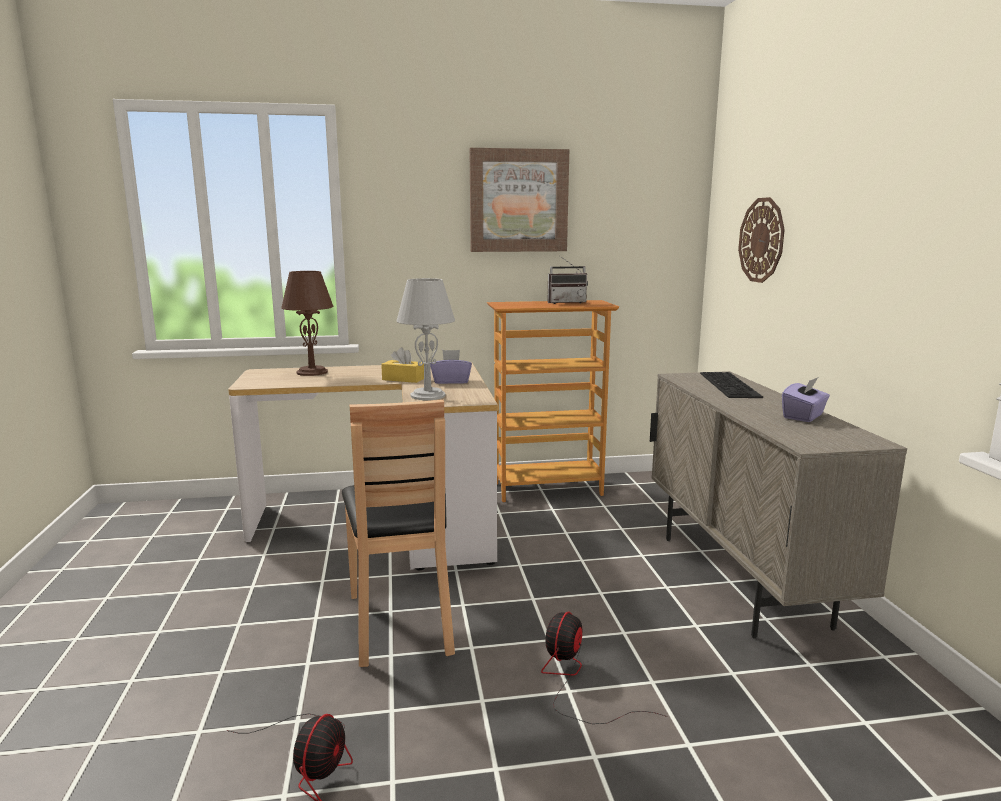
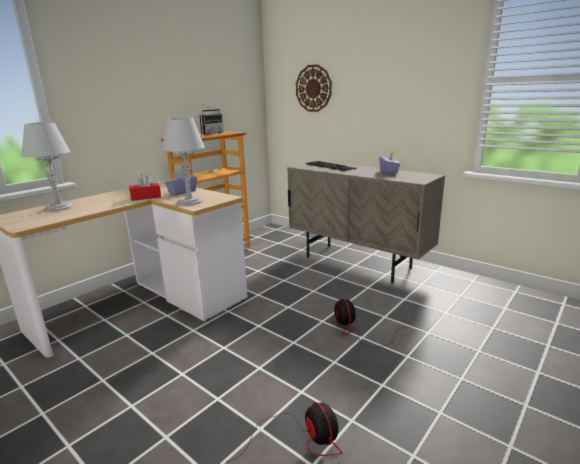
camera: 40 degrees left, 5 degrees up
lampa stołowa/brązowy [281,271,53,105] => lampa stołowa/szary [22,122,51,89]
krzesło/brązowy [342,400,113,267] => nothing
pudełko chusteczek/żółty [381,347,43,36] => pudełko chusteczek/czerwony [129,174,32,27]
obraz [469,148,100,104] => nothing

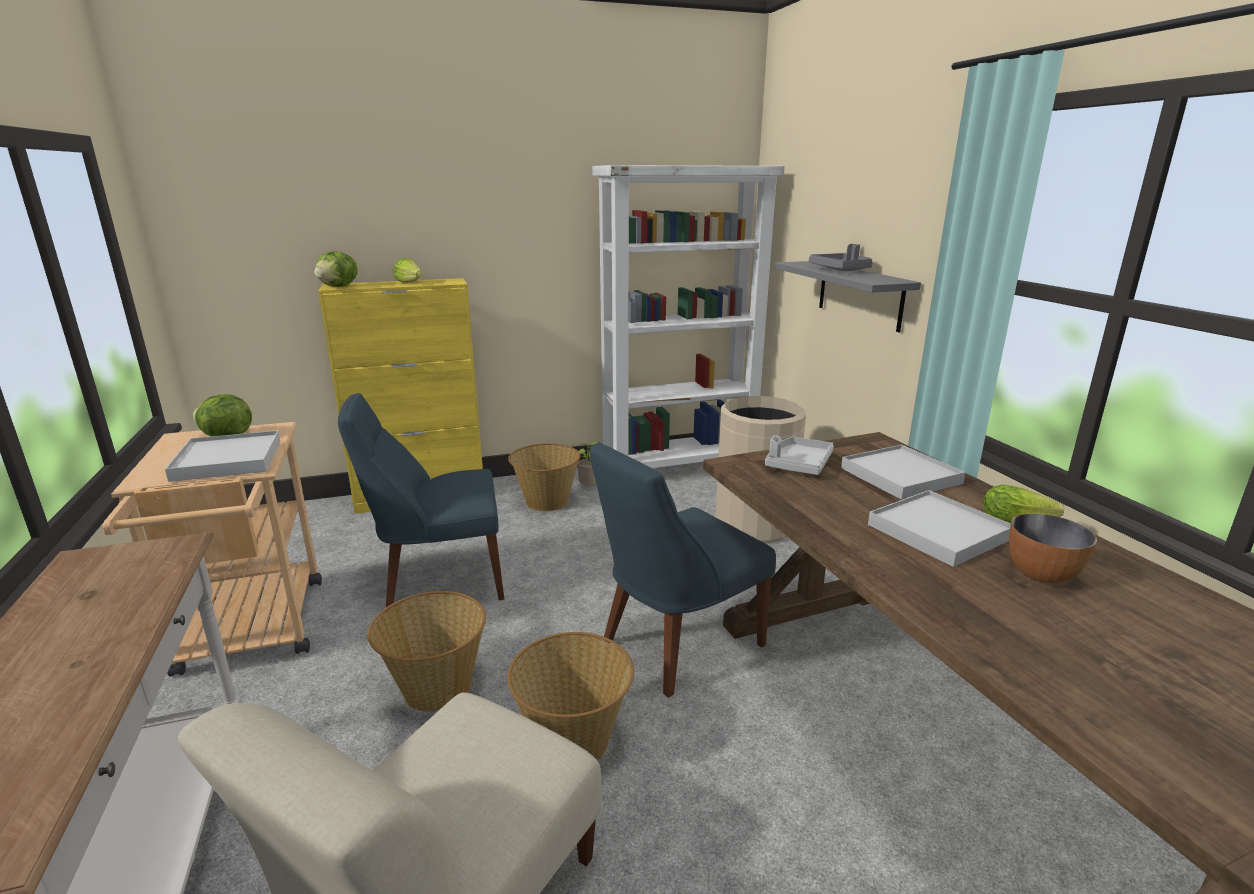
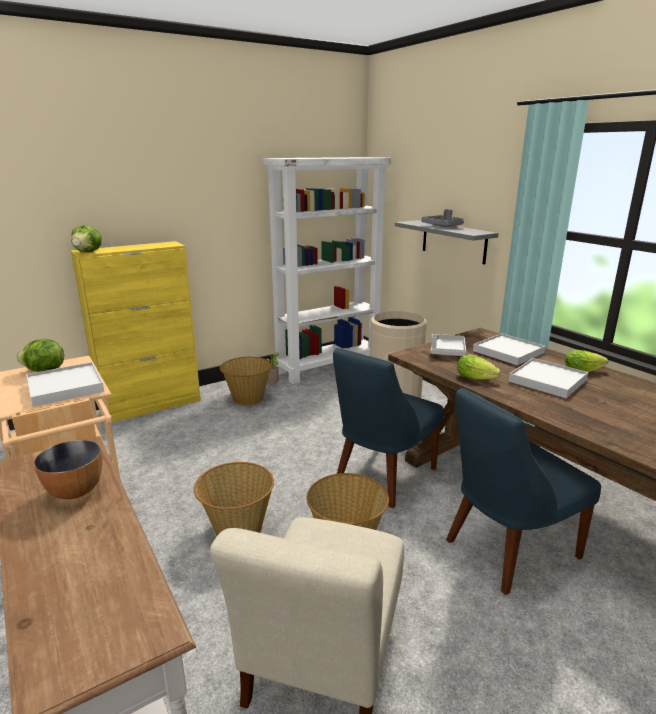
camera: 15 degrees left, 0 degrees up
krzesło/niebieski [338,393,166,219] => krzesło/niebieski [446,388,155,207], relocated
sałata [393,258,29,25] => sałata [457,354,44,26], relocated
miska [1009,513,88,71] => miska [34,440,68,59], relocated

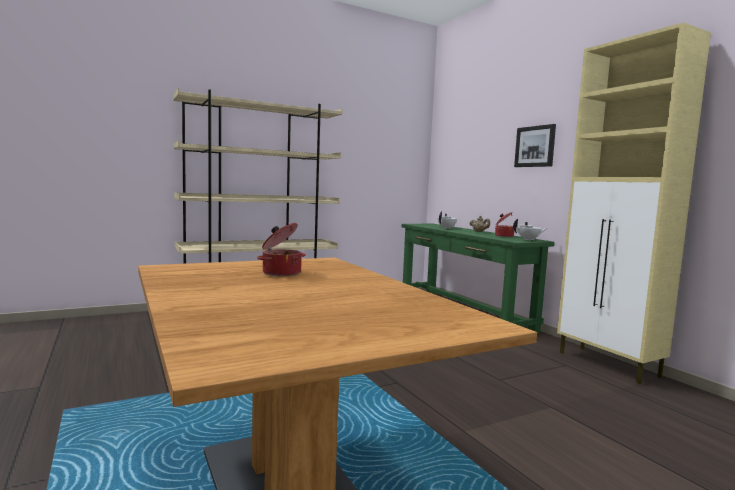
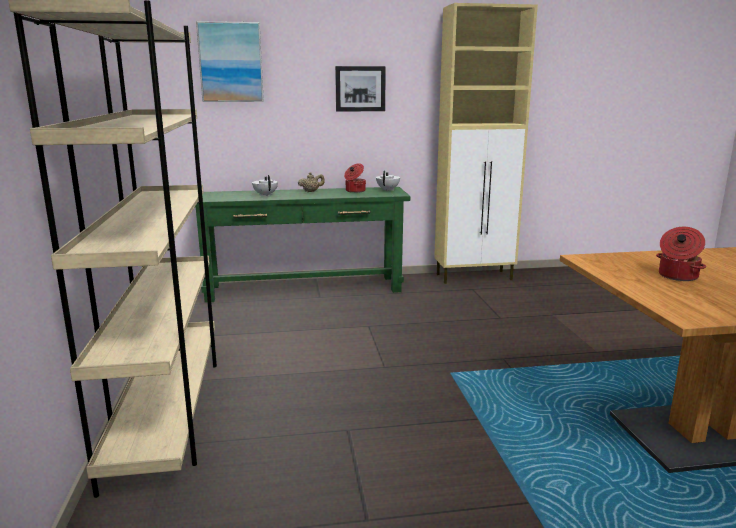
camera: 70 degrees left, 10 degrees up
nothing => obraz [196,21,68,81]

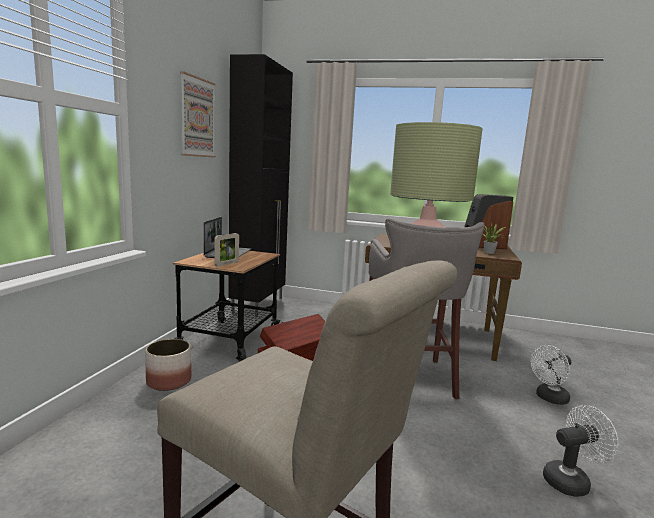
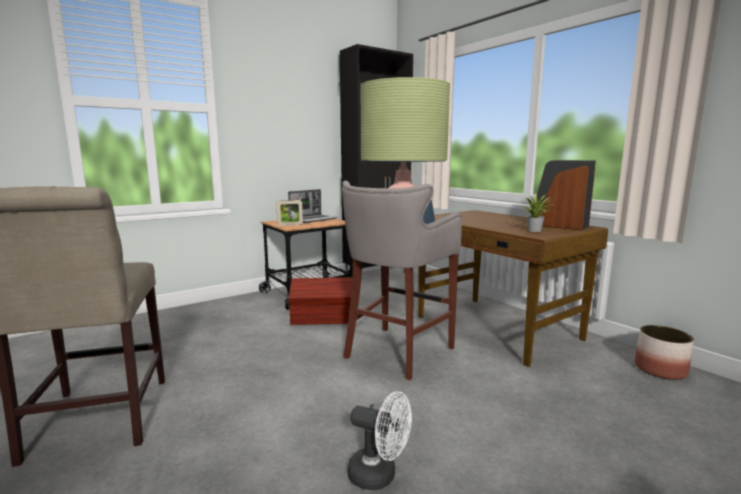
camera: 40 degrees right, 0 degrees up
donica [145,339,46,52] => donica [635,325,59,55], relocated
obraz [180,71,36,87] => nothing
wentylator/biały [531,345,40,60] => nothing

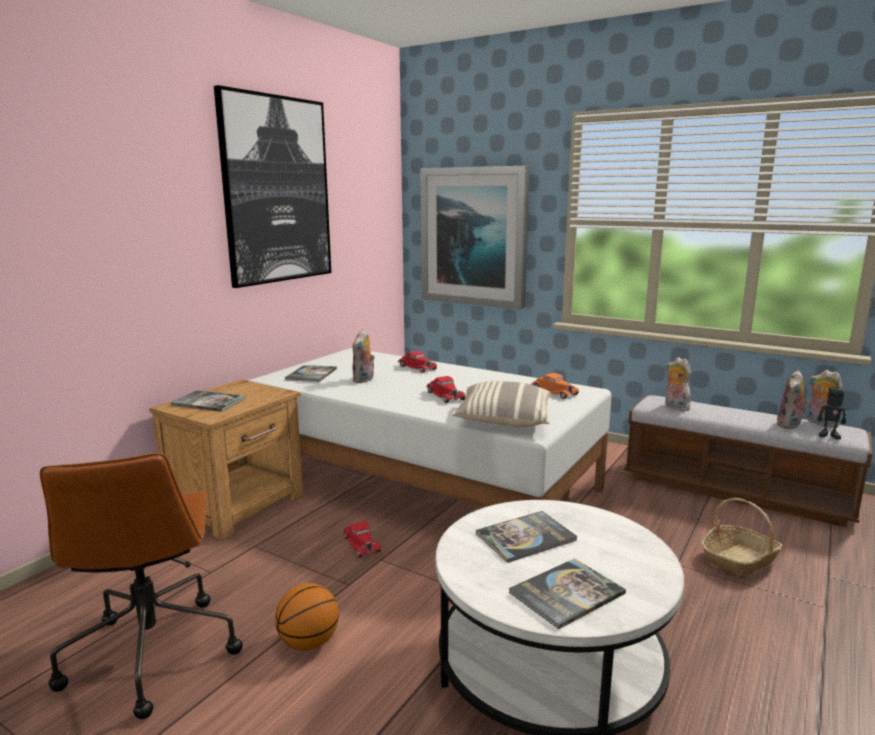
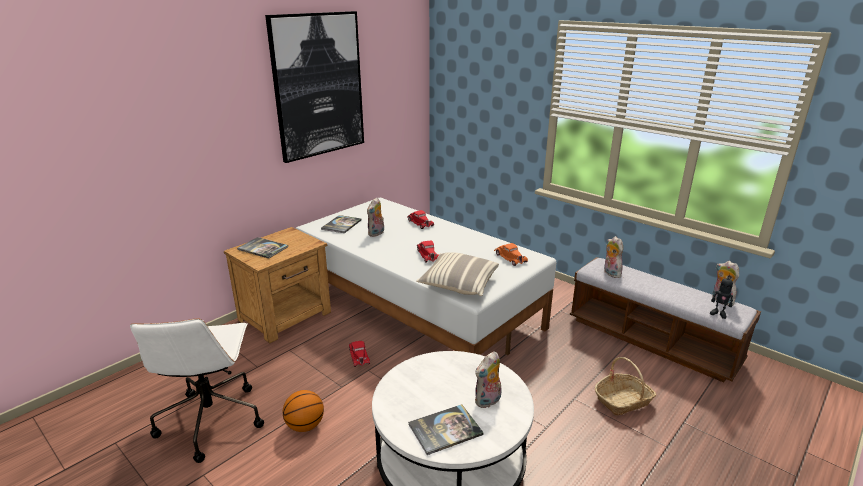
camera: 10 degrees right, 10 degrees up
krzesło biurowe/brązowy [40,453,203,266] => krzesło biurowe/biały [130,319,134,144]
obraz [420,166,110,143] => nothing
książka [476,511,102,52] => nothing
pluszak [776,370,33,59] => pluszak [475,351,26,57], relocated

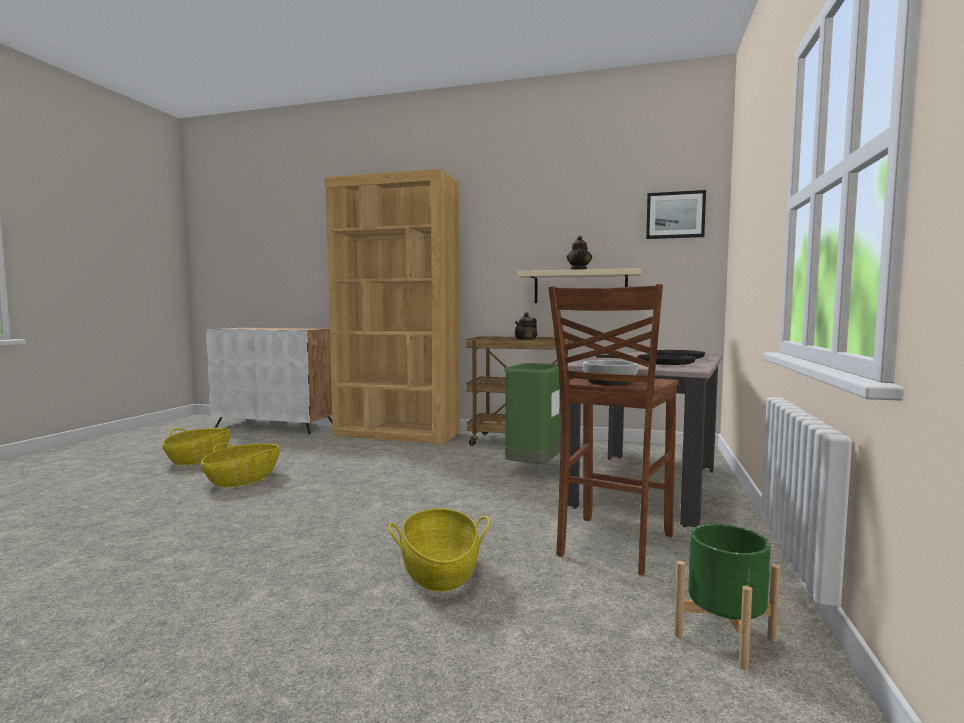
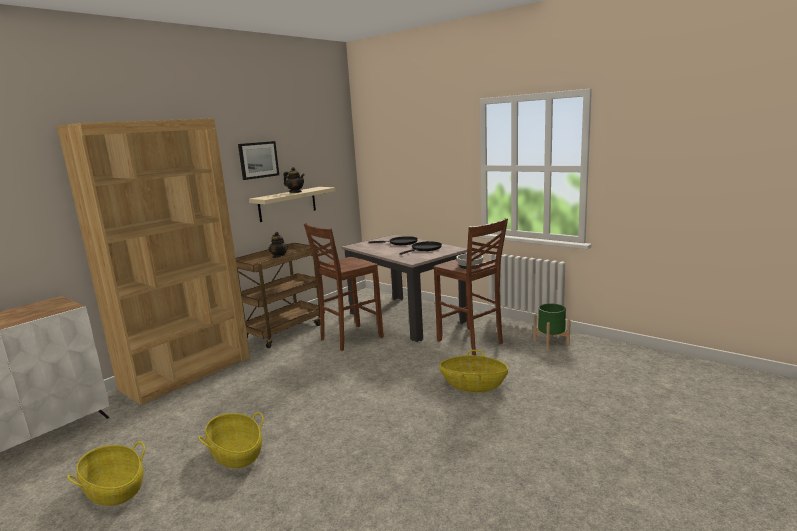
camera: 65 degrees left, 10 degrees up
kosz na śmieci/zielony [504,363,57,101] => stołek/brązowy [304,223,80,128]
obraz [646,190,60,49] => obraz [238,141,41,39], relocated

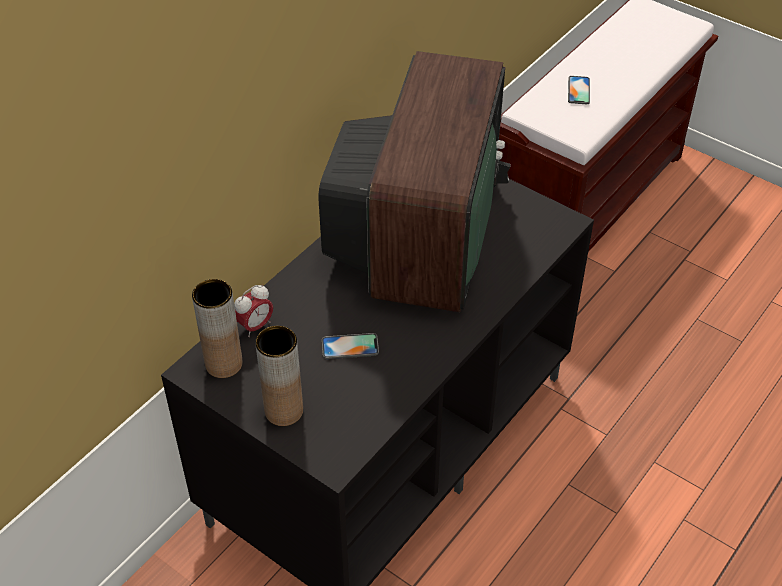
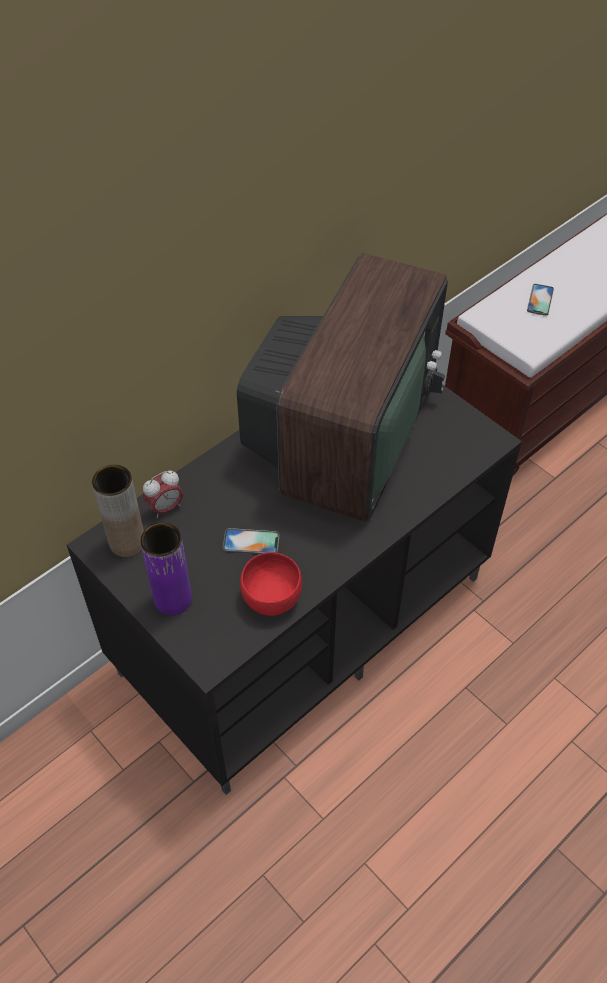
camera: 10 degrees right, 5 degrees up
wazon/brązowy [255,326,48,100] => wazon/fioletowy [140,523,52,93]
nothing => miska/czerwony [240,553,62,63]

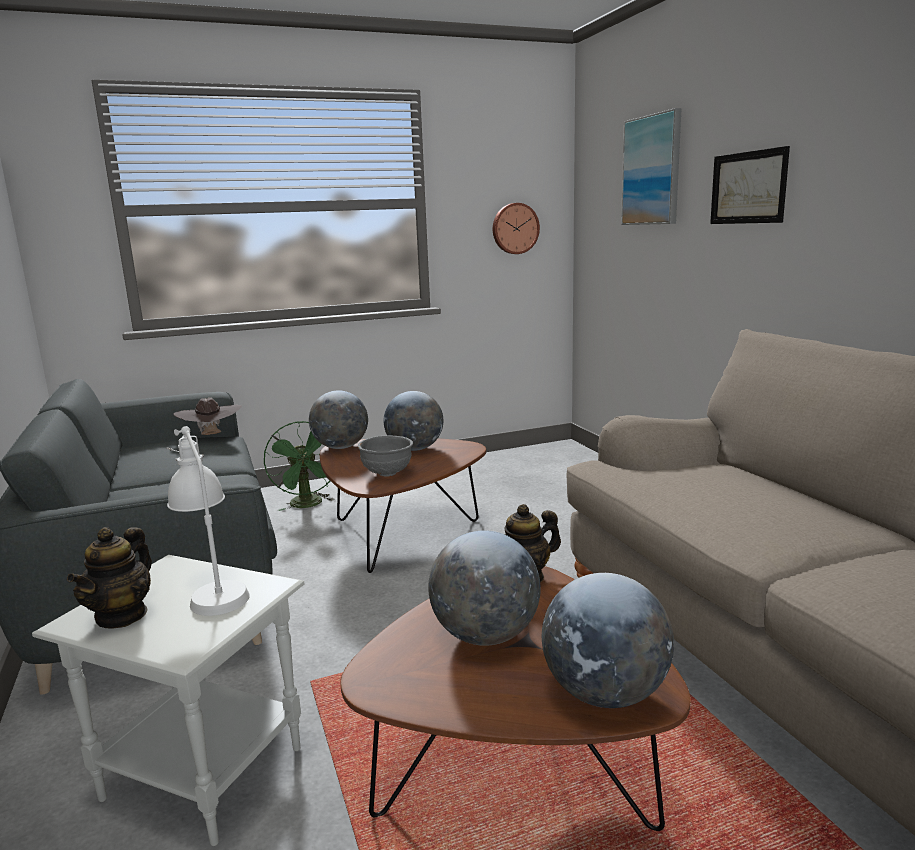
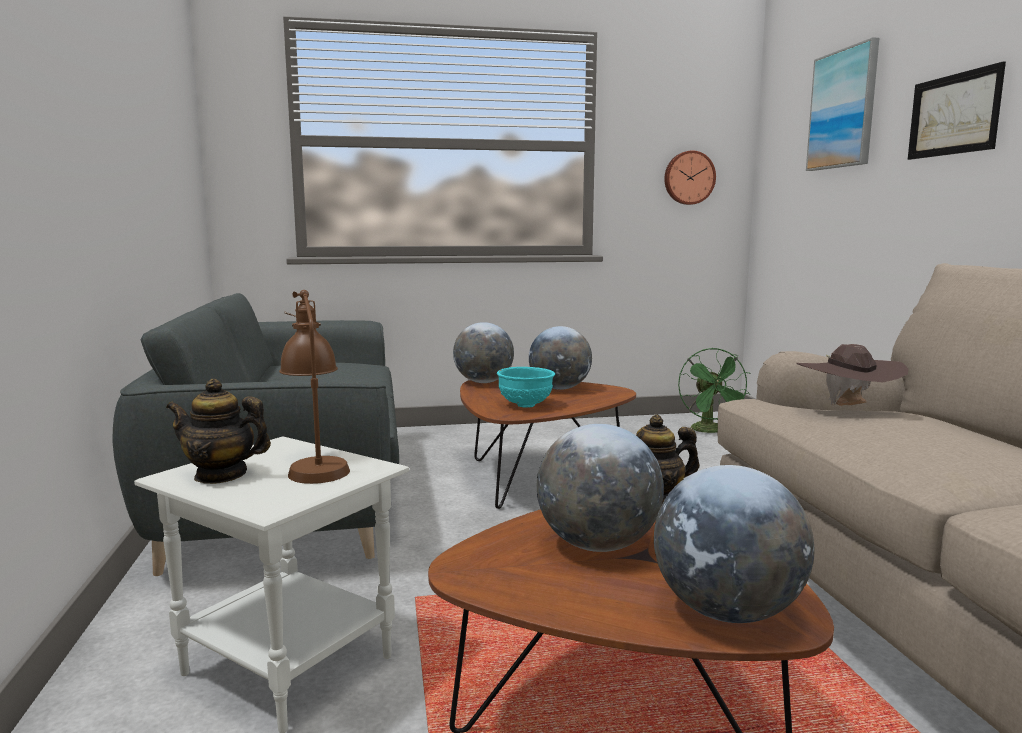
camera: 10 degrees right, 5 degrees down
imbryk [67,527,85,102] => imbryk [166,379,105,105], 75 degrees clockwise
lampa stołowa/biały [166,426,84,190] => lampa stołowa/brązowy [279,290,71,194]
kapelusz/brązowy [173,398,69,37] => kapelusz/brązowy [796,344,112,62], relocated
wentylator/zielony [264,421,71,90] => wentylator/zielony [678,348,72,85], relocated
miska/szary [358,436,55,41] => miska/turkusowy [497,367,58,41]

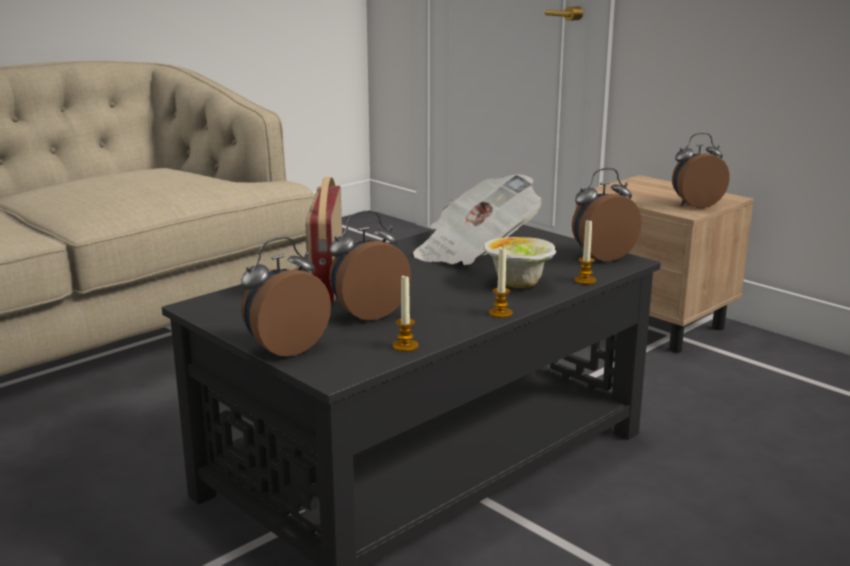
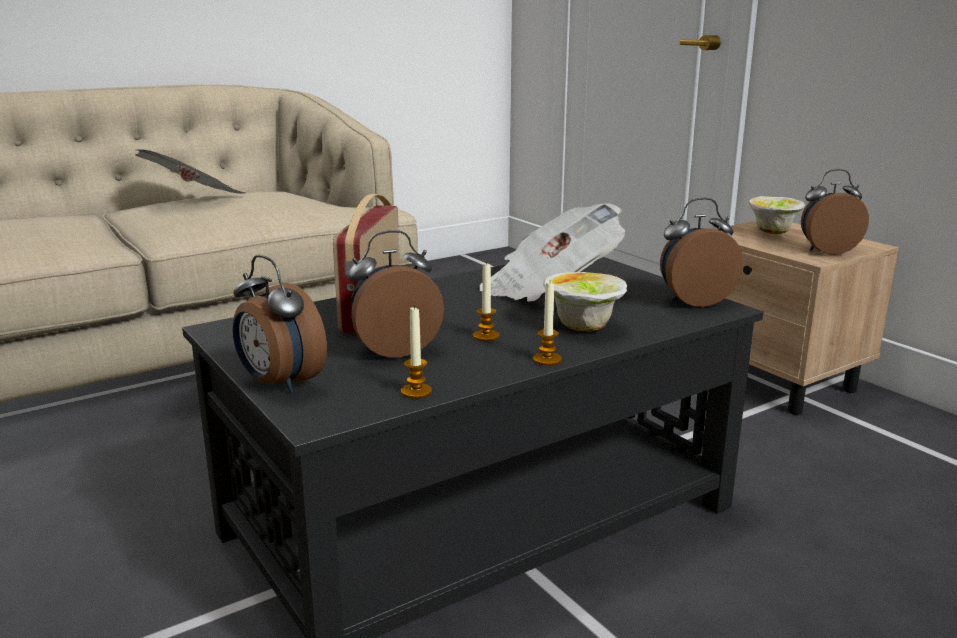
camera: 10 degrees right, 0 degrees up
budzik [241,237,90,120] => budzik [233,255,94,138], 105 degrees counterclockwise
świeca [574,221,22,64] => świeca [473,261,26,80], relocated
nothing => gazeta [135,149,110,45]
nothing => miska [749,196,56,38]

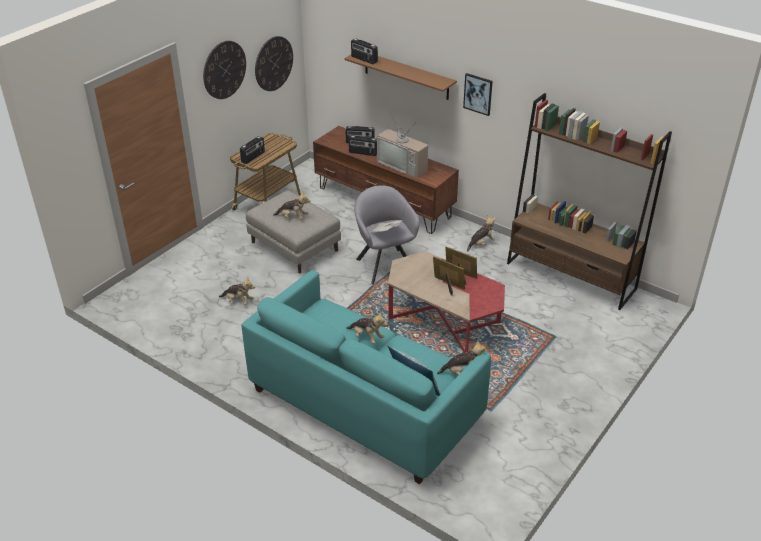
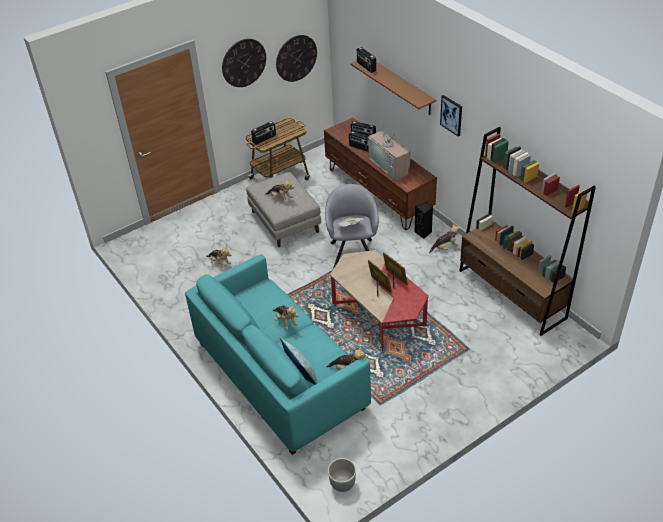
camera: 20 degrees right, 5 degrees up
nothing => donica/szary [328,458,28,34]
nothing => głośnik/czarny [414,202,19,37]

